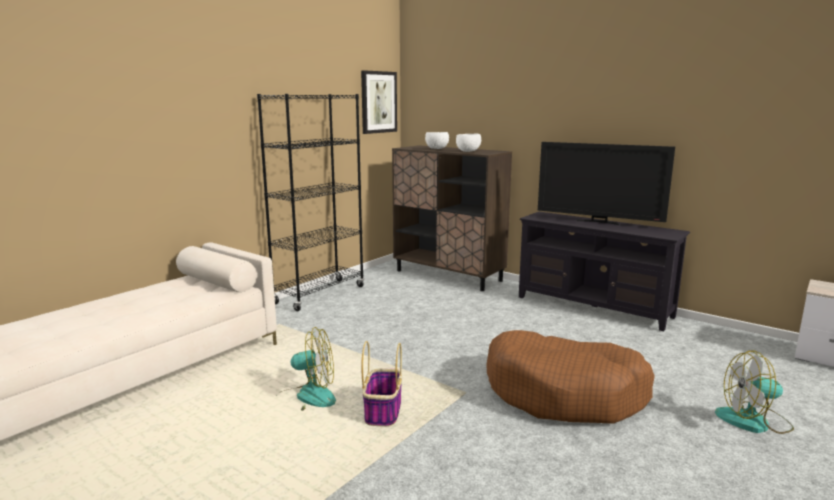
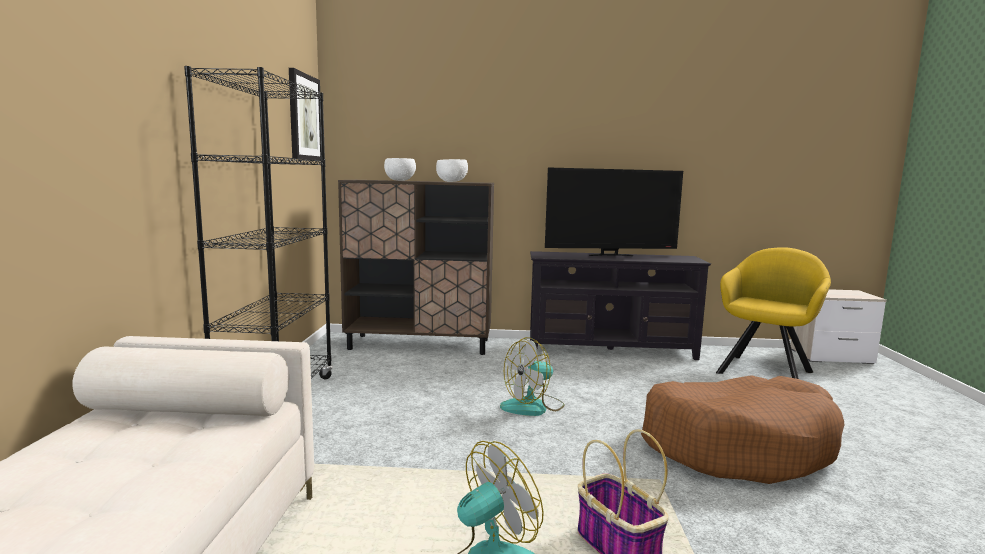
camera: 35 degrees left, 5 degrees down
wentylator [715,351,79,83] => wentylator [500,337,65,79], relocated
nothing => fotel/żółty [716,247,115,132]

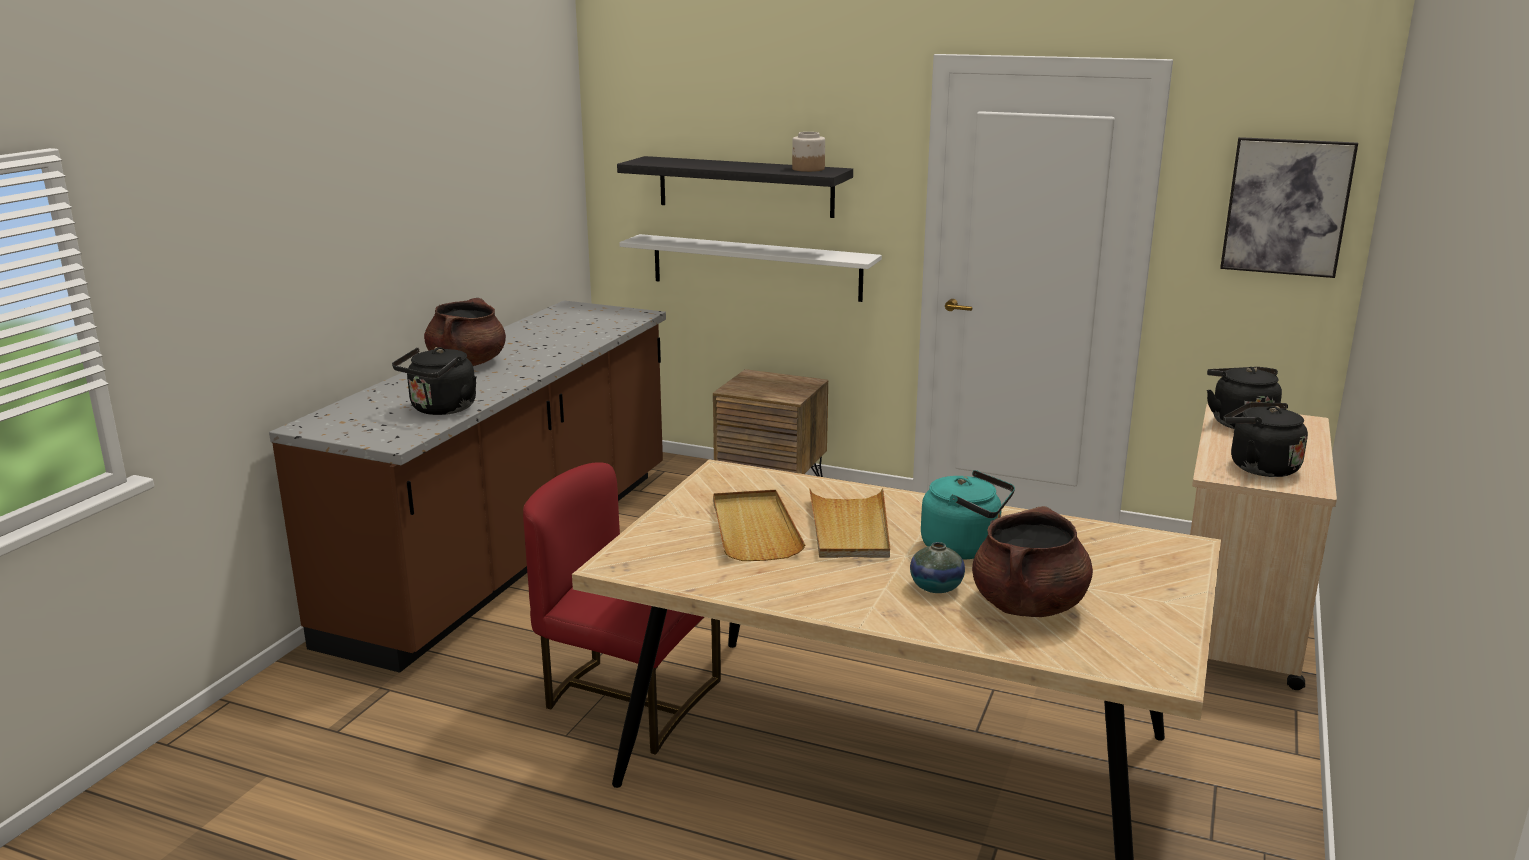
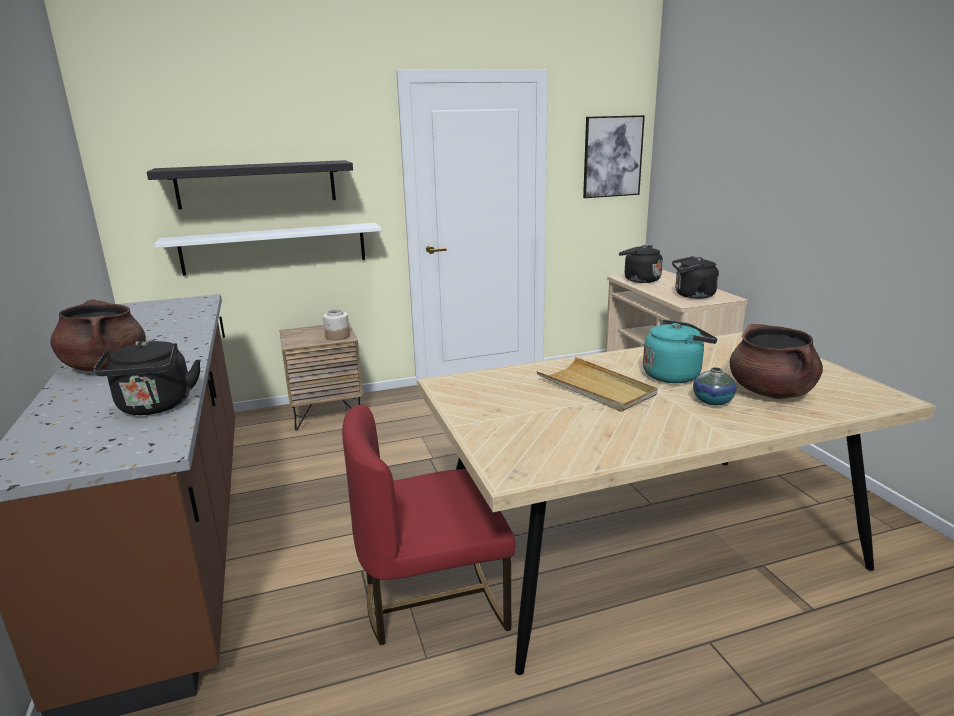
camera: 40 degrees left, 0 degrees up
taca/beżowy [713,490,92,71] => nothing
słoik [792,132,33,40] => słoik [323,309,27,31], relocated

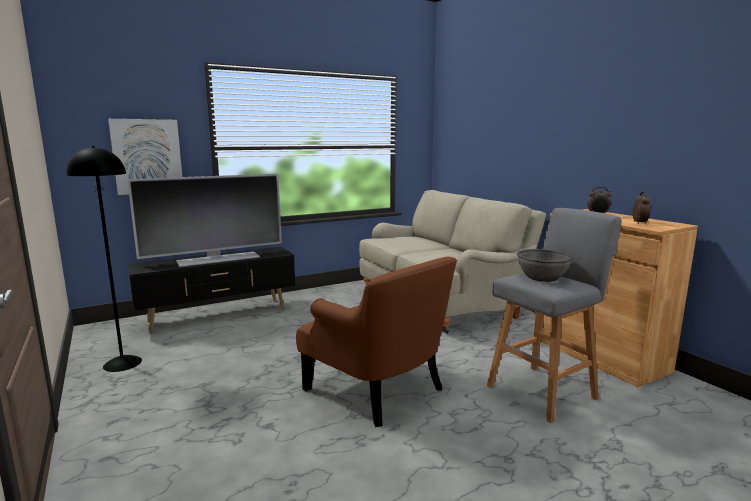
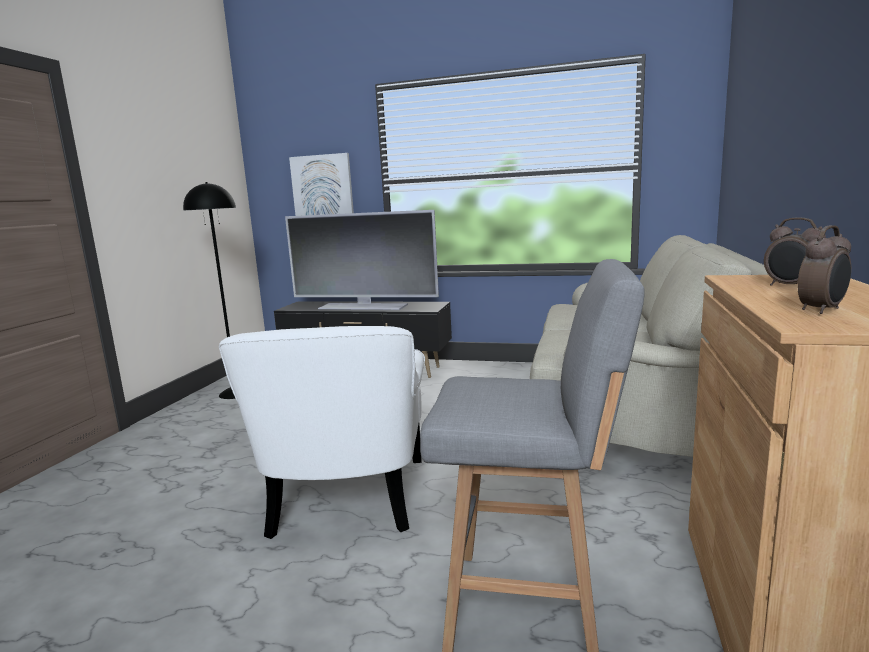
camera: 45 degrees right, 0 degrees up
fotel/brązowy [296,257,161,170] => fotel/biały [219,326,206,213]
miska/szary [517,249,56,33] => nothing

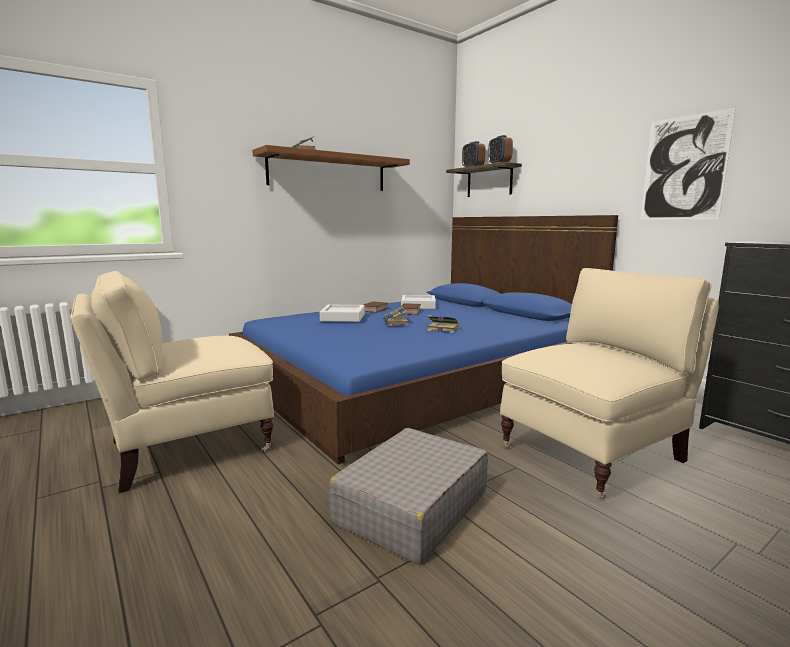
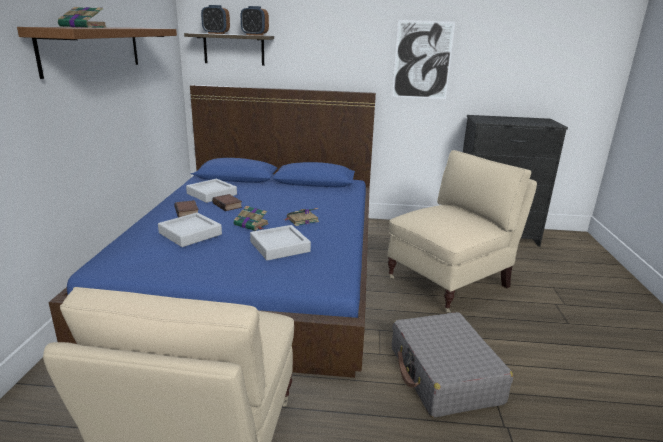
camera: 50 degrees left, 10 degrees up
fotel/beżowy [500,268,219,232] => fotel/beżowy [387,150,150,163], 45 degrees clockwise
nothing => taca/szary [250,225,61,36]

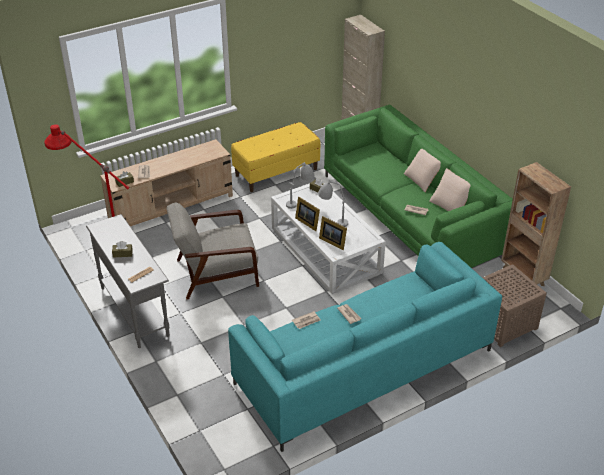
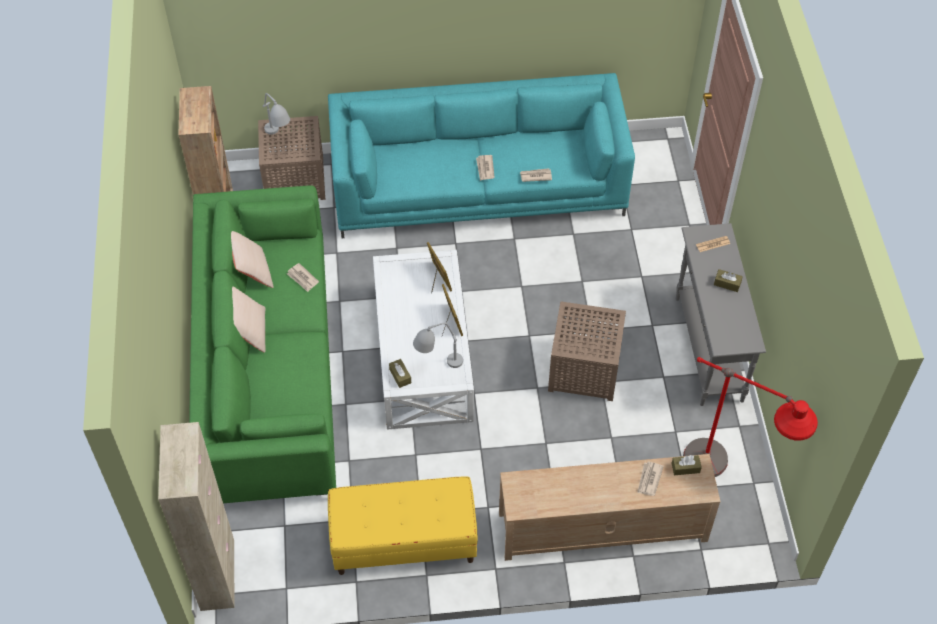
camera: 155 degrees left, 15 degrees up
fotel/szary [167,203,92,97] => stolik/brązowy [548,301,78,100]
lampa stołowa/szary [318,181,30,46] => lampa stołowa/szary [263,93,27,42], relocated

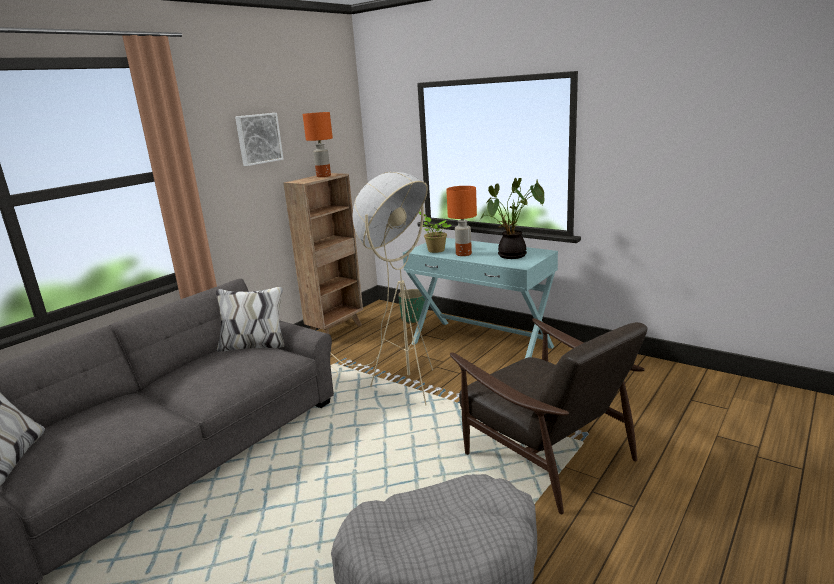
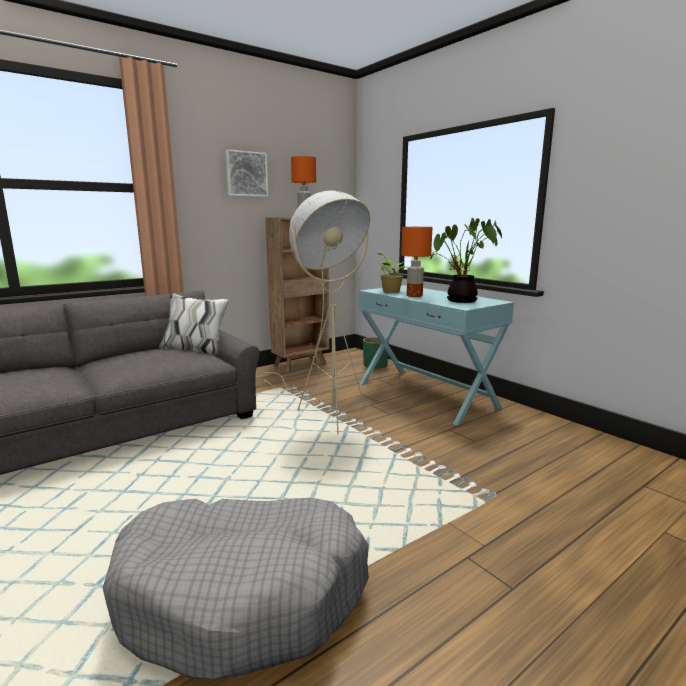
camera: 15 degrees right, 5 degrees down
fotel/brązowy [450,318,198,196] => nothing

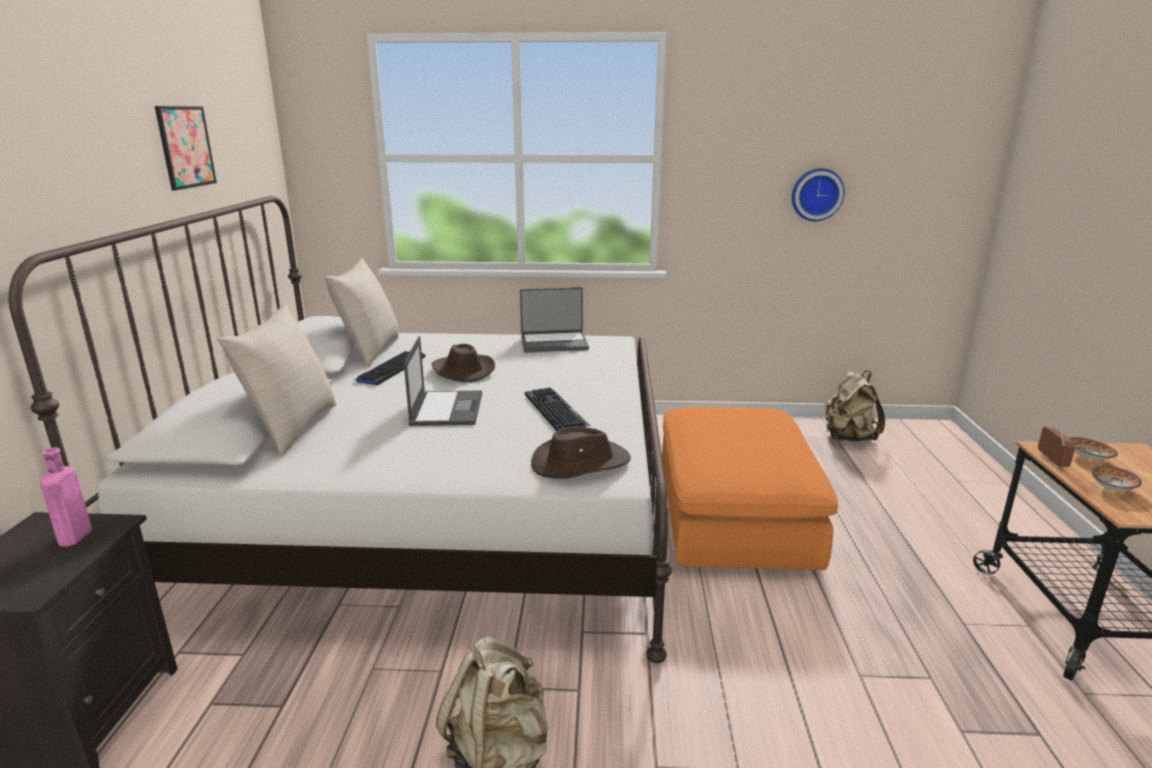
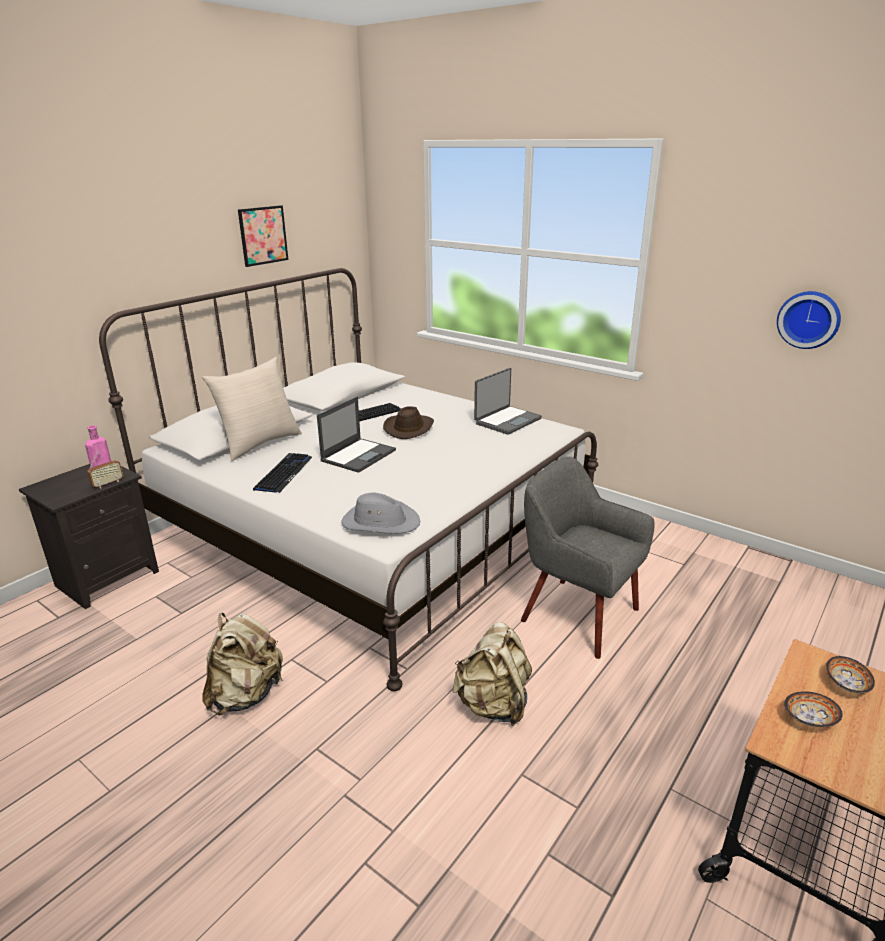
camera: 35 degrees right, 5 degrees up
poduszka/beżowy [324,258,75,109] => nothing
laptop [520,287,69,65] => laptop [474,368,68,67], 75 degrees counterclockwise
klawiatura [525,388,65,43] => klawiatura [253,453,59,40], relocated
kapelusz/brązowy [531,427,100,52] => kapelusz/szary [341,493,79,41]
pufa/pomarańczowy [662,406,176,164] => fotel/szary [521,457,134,202]
plecak/beżowy [825,370,60,72] => plecak/beżowy [452,622,80,104], relocated
radio [1038,413,38,55] => radio [87,449,36,40], relocated

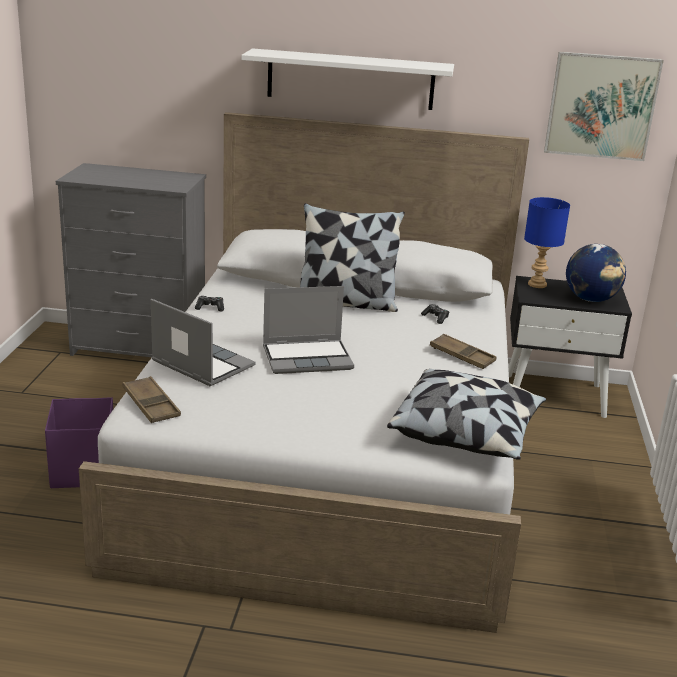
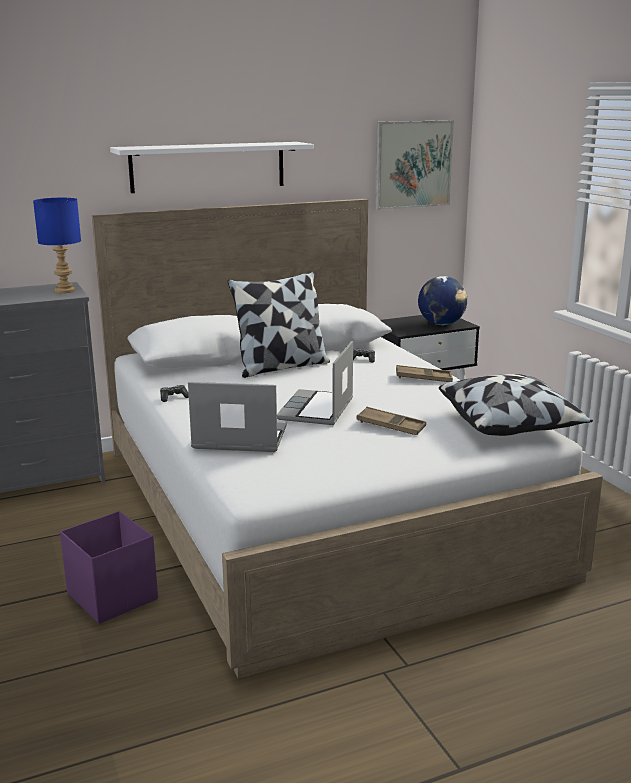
camera: 30 degrees left, 5 degrees down
taca/brązowy [122,376,59,47] => taca/brązowy [356,407,70,28], relocated
laptop [263,286,91,88] => laptop [277,341,76,84], 150 degrees clockwise
lampa stołowa/niebieski [524,197,46,91] => lampa stołowa/niebieski [33,198,48,95], relocated

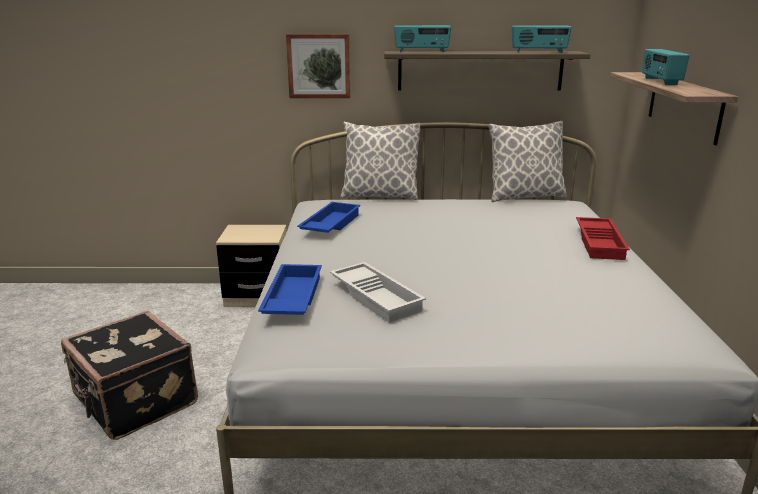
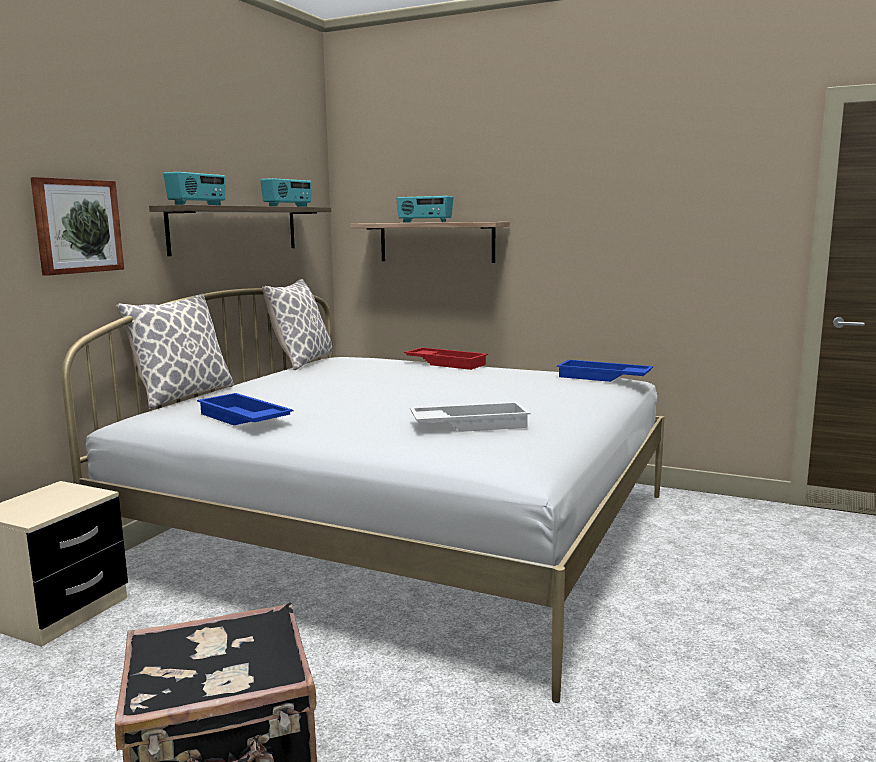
camera: 65 degrees left, 10 degrees down
taca/niebieski [258,264,64,51] => taca/niebieski [557,360,96,22], relocated

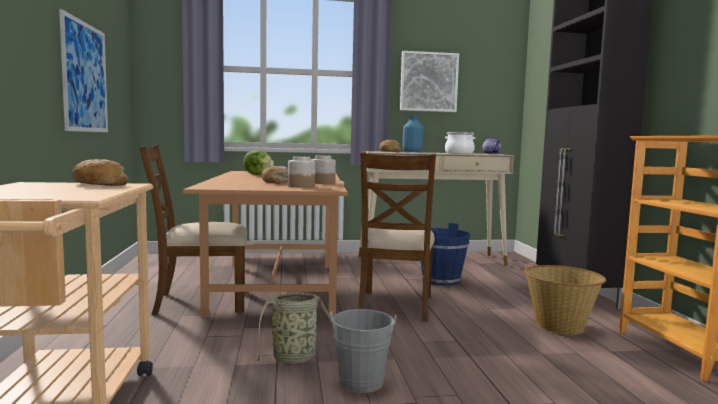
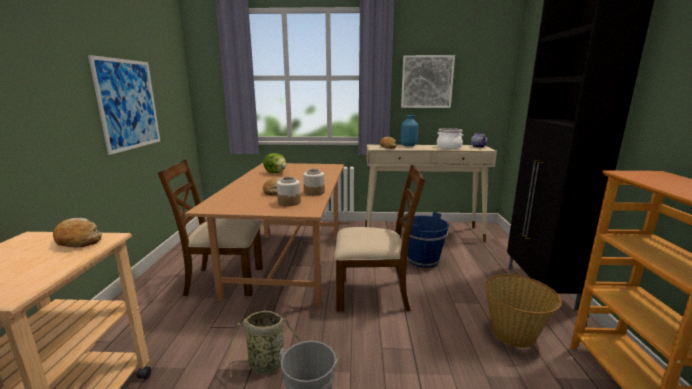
camera: 10 degrees right, 10 degrees up
krzesło/brązowy [358,152,78,170] => krzesło/brązowy [334,164,91,148], 105 degrees counterclockwise

